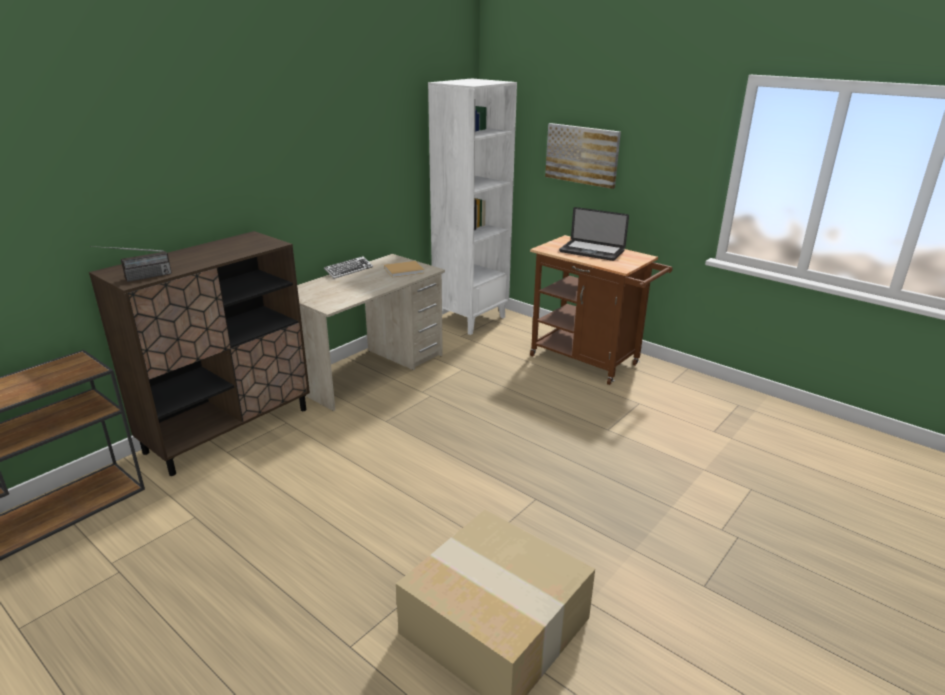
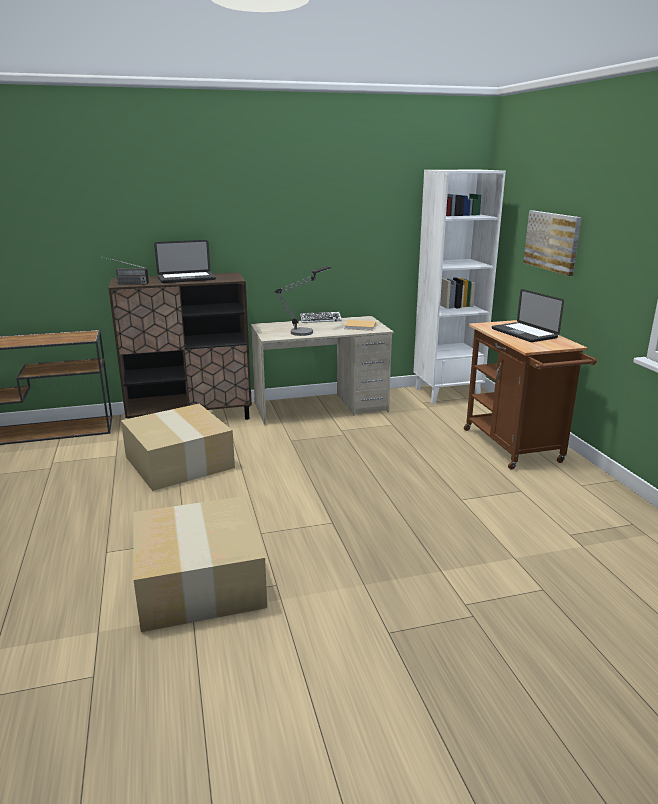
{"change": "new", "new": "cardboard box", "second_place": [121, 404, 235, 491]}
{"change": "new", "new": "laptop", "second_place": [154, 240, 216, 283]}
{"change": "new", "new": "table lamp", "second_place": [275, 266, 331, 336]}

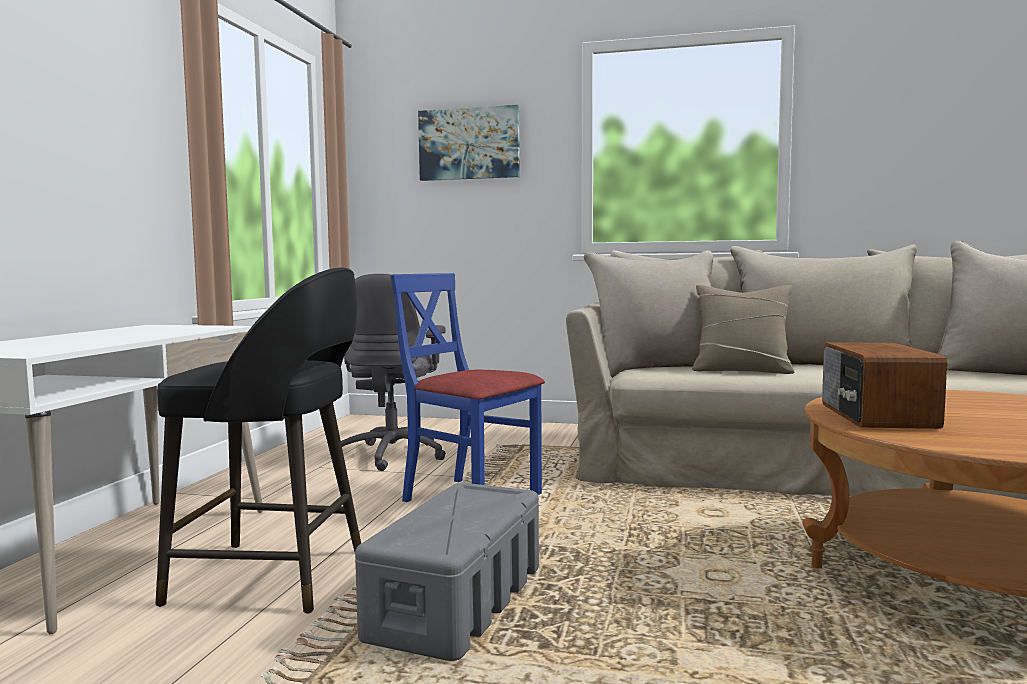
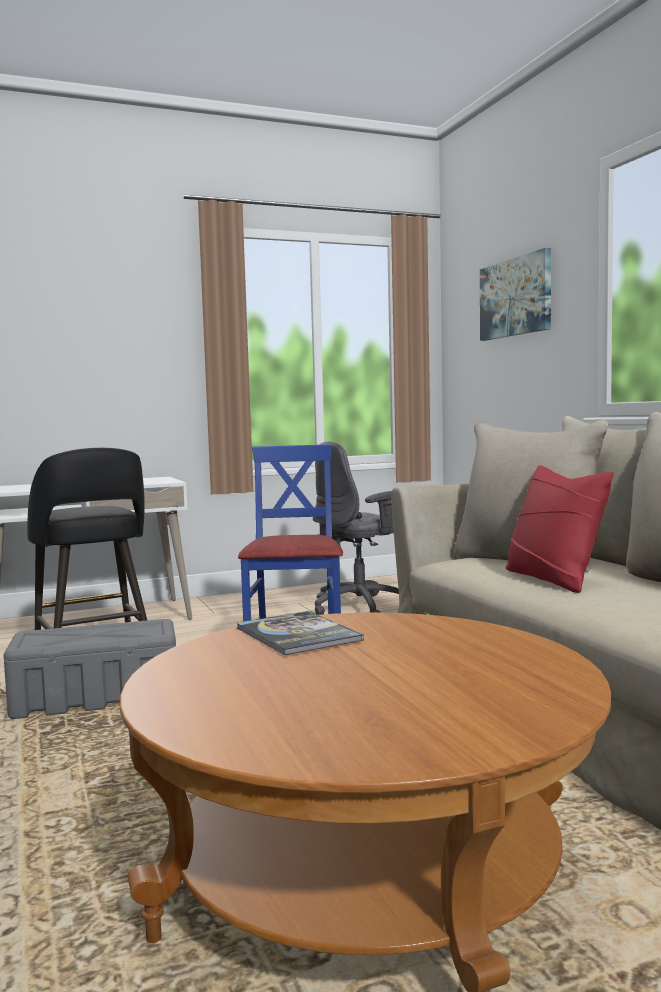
{"change": "repainted", "old": "sand-coloured throw pillow", "new": "reddish throw pillow", "first_place": [692, 285, 795, 374], "second_place": [506, 465, 614, 593]}
{"change": "swapped", "old": "radio", "new": "bound book", "first_place": [822, 343, 947, 429], "second_place": [237, 611, 364, 655]}

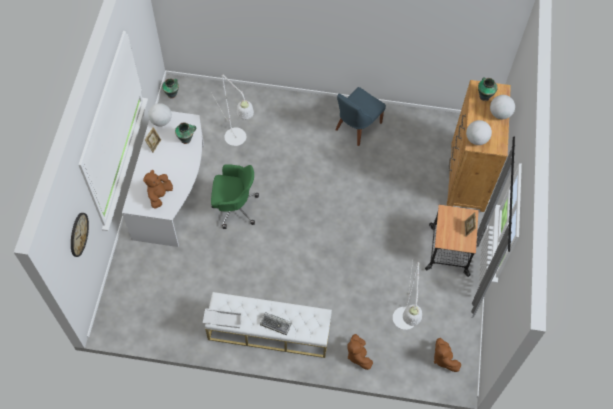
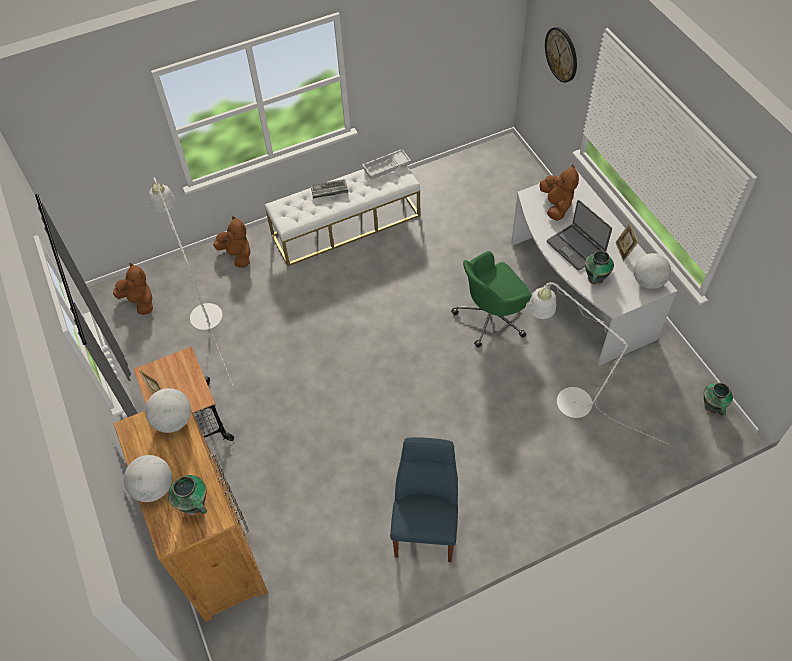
{"change": "new", "new": "laptop", "second_place": [547, 200, 612, 270]}

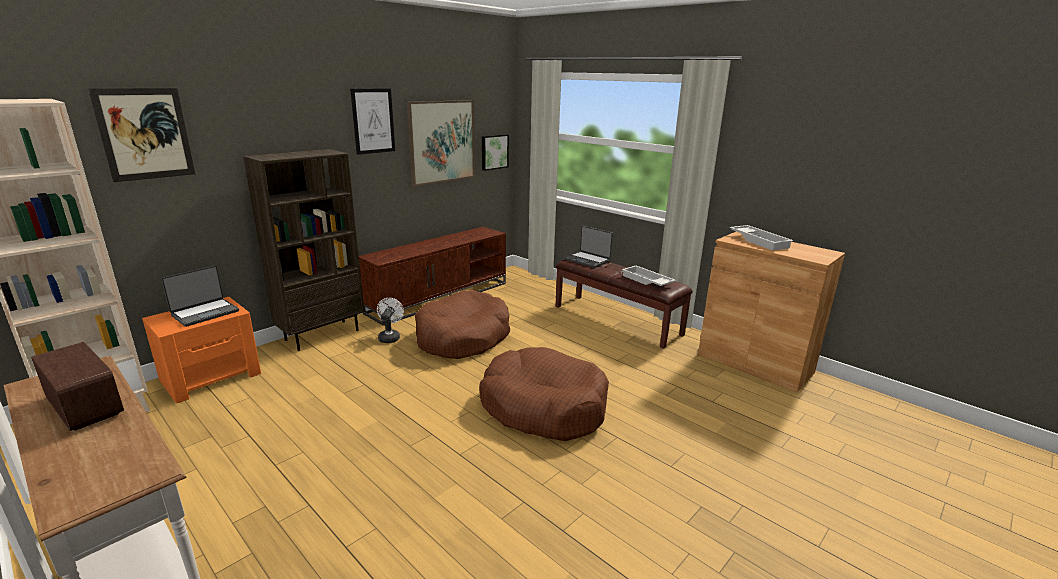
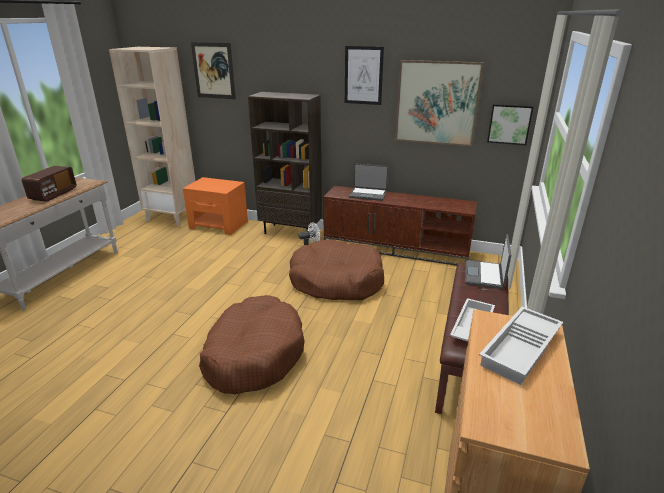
{"change": "shifted", "old": "laptop", "first_place": [161, 266, 239, 327], "second_place": [349, 164, 388, 201]}

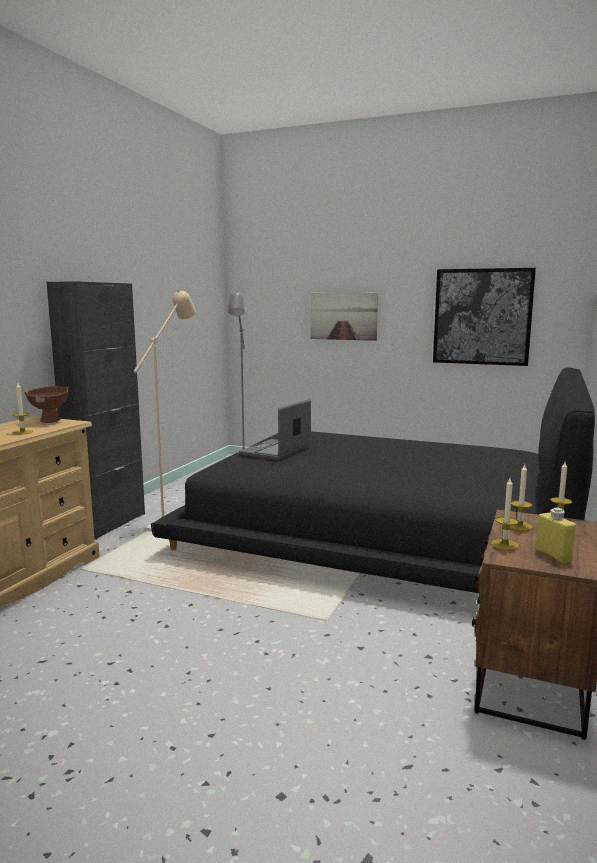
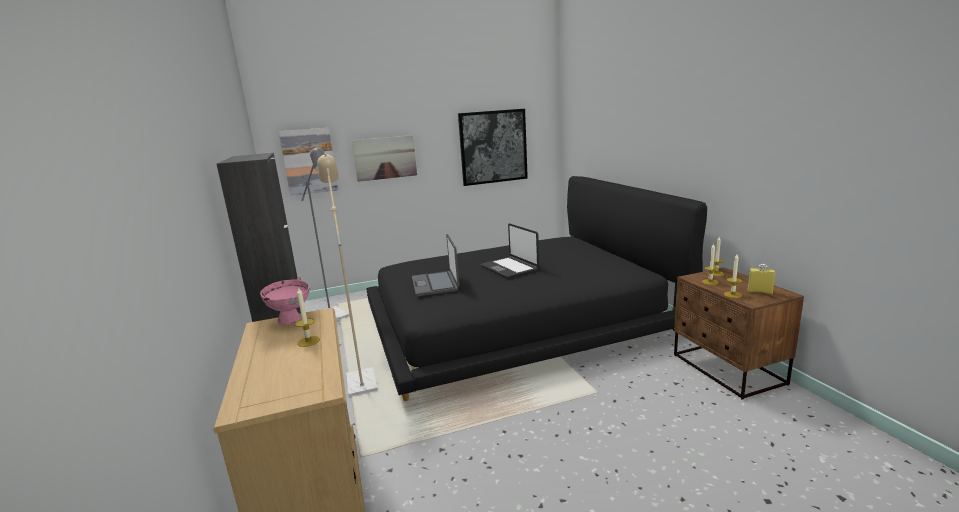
{"change": "repainted", "old": "brown bowl", "new": "pinkish bowl", "first_place": [24, 386, 69, 423], "second_place": [260, 277, 310, 325]}
{"change": "new", "new": "picture", "second_place": [279, 128, 338, 196]}
{"change": "new", "new": "laptop", "second_place": [481, 223, 539, 278]}

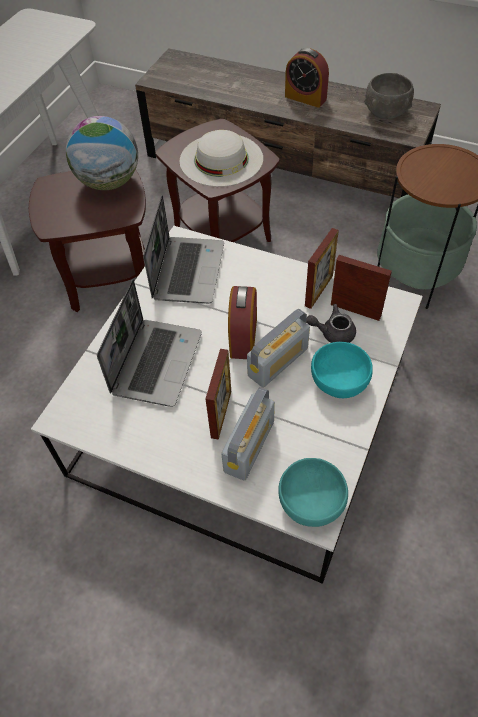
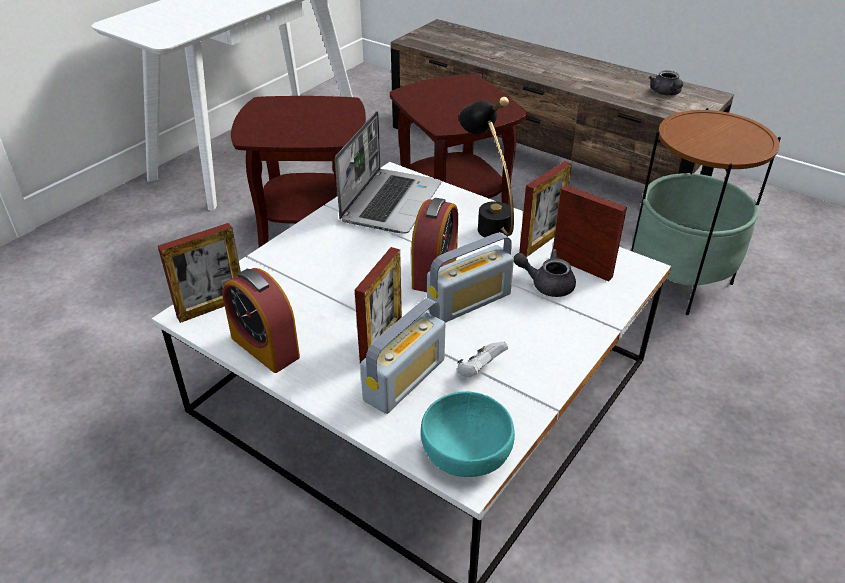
{"change": "gone", "old": "desk globe", "first_place": [66, 116, 138, 190]}
{"change": "gone", "old": "laptop", "first_place": [97, 280, 202, 407]}
{"change": "gone", "old": "white-coloured clothing hat", "first_place": [179, 130, 263, 187]}
{"change": "shifted", "old": "bedside clock", "first_place": [285, 48, 329, 108], "second_place": [222, 268, 300, 373]}
{"change": "gone", "old": "blue-green bowl", "first_place": [311, 342, 373, 398]}
{"change": "swapped", "old": "gray bowl", "new": "gray tea pot", "first_place": [364, 73, 414, 119], "second_place": [649, 70, 683, 96]}
{"change": "new", "new": "standing frame", "second_place": [158, 223, 241, 323]}
{"change": "new", "new": "white-coloured gamepad", "second_place": [457, 342, 508, 377]}
{"change": "new", "new": "blackish table lamp", "second_place": [459, 97, 514, 238]}

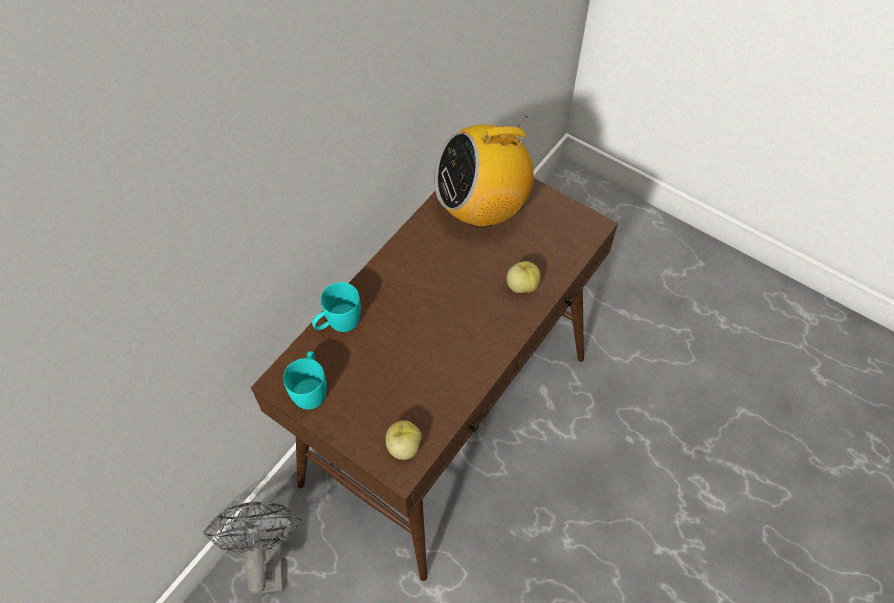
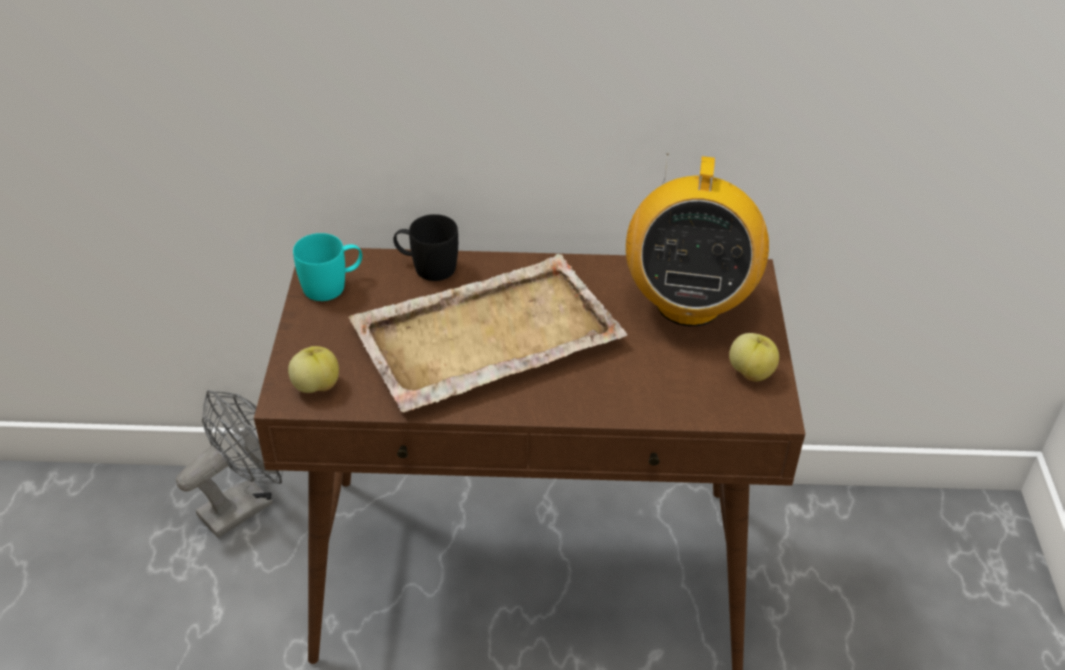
{"change": "repainted", "old": "blue-green coffee mug", "new": "blackish coffee mug", "first_place": [312, 282, 361, 332], "second_place": [393, 214, 458, 281]}
{"change": "rotated", "old": "radio", "first_place": [434, 115, 534, 227], "second_place": [626, 154, 769, 327], "degrees": -120}
{"change": "shifted", "old": "apple fruit", "first_place": [507, 261, 541, 293], "second_place": [729, 333, 779, 382]}
{"change": "new", "new": "sand-coloured carrying tray", "second_place": [348, 254, 628, 412]}

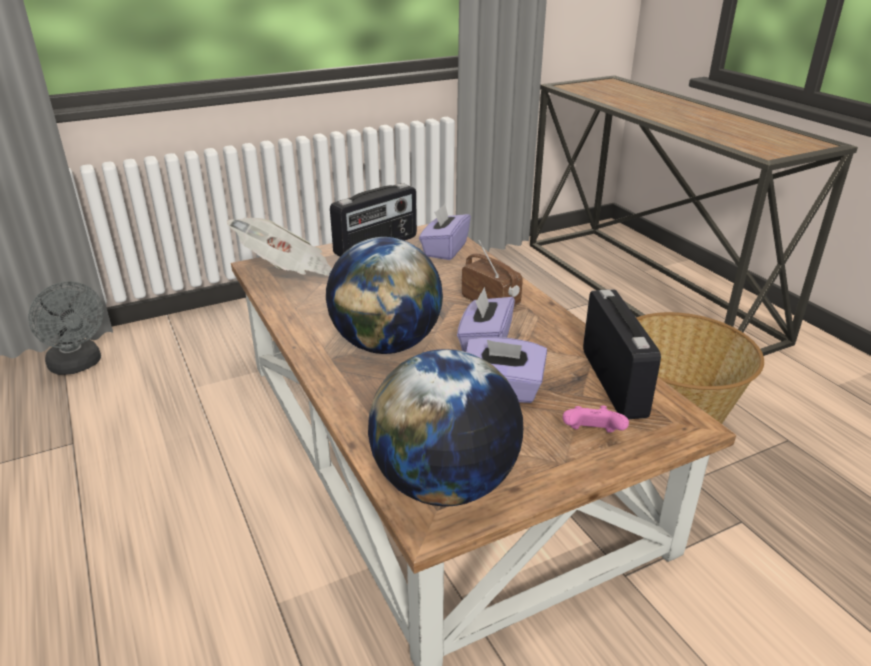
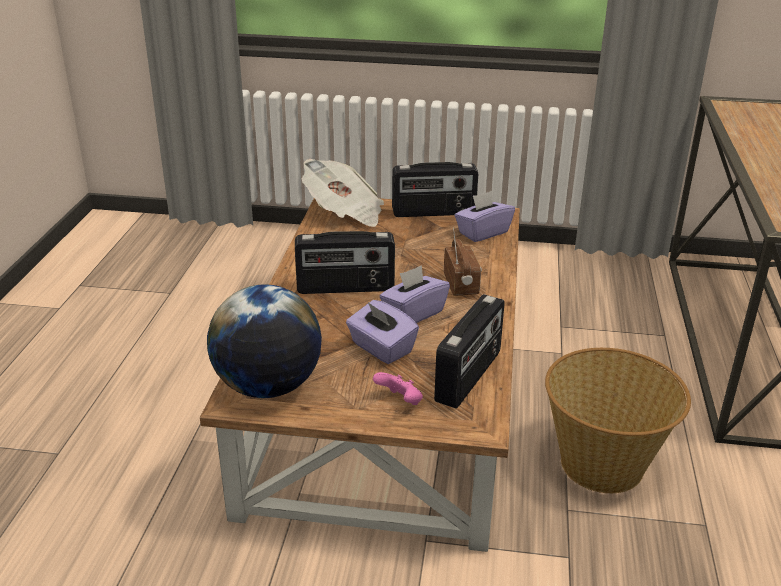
{"change": "gone", "old": "gray cooling fan", "first_place": [28, 281, 104, 375]}
{"change": "swapped", "old": "desk globe", "new": "radio", "first_place": [326, 237, 443, 354], "second_place": [295, 231, 395, 294]}

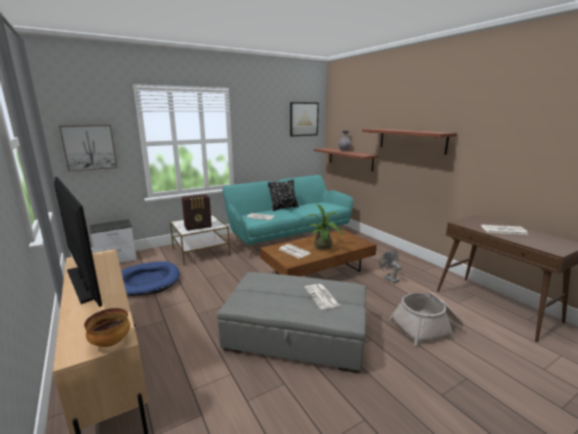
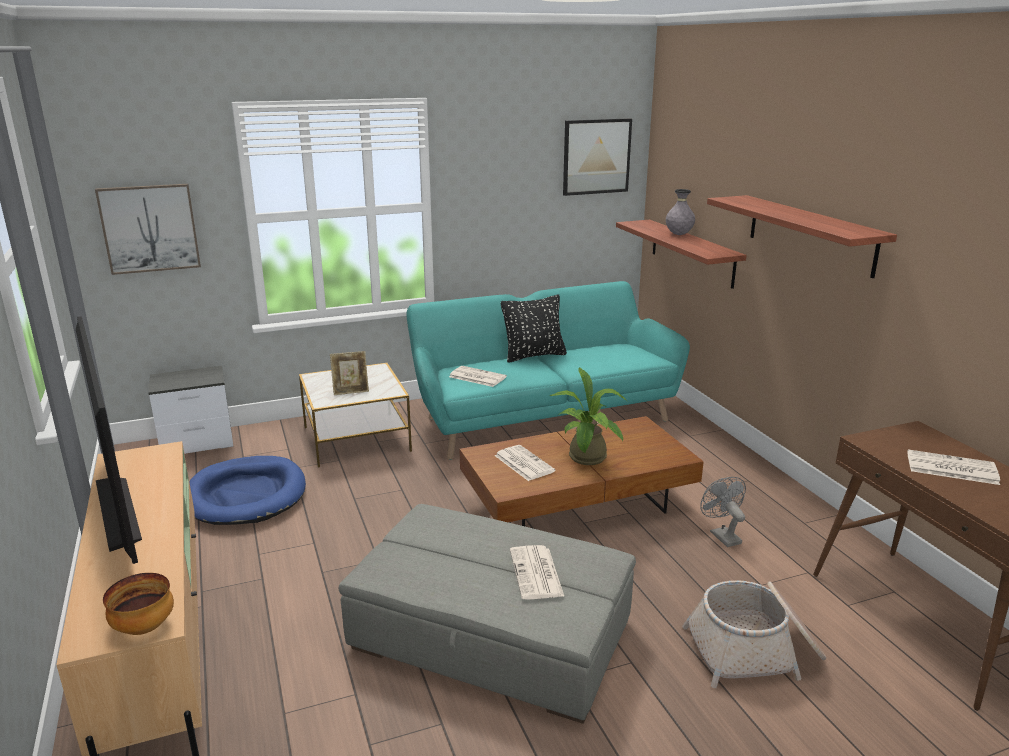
{"change": "swapped", "old": "radio", "new": "standing frame", "first_place": [182, 194, 212, 231], "second_place": [330, 351, 369, 395]}

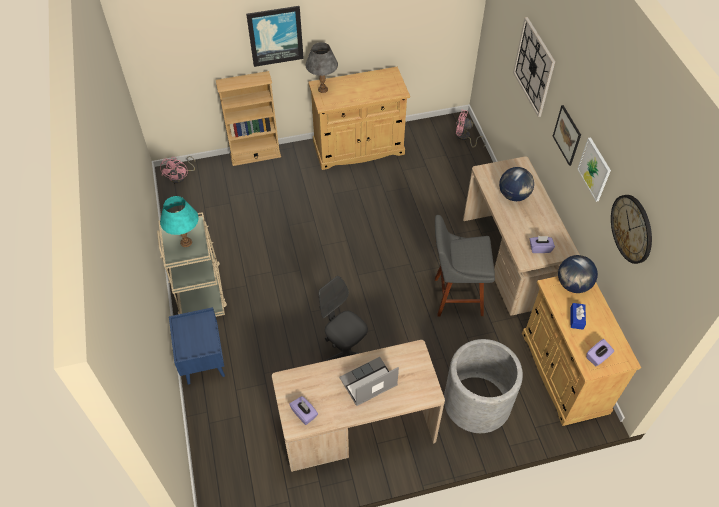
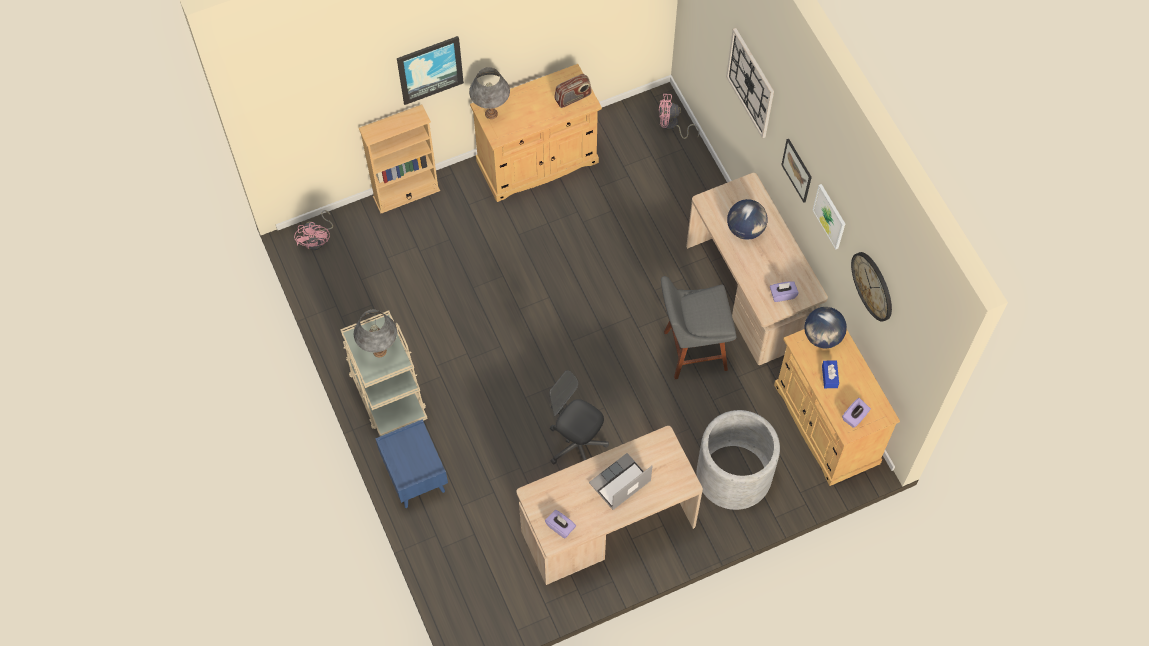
{"change": "repainted", "old": "blue-green table lamp", "new": "gray table lamp", "first_place": [160, 196, 199, 247], "second_place": [354, 310, 397, 357]}
{"change": "new", "new": "radio", "second_place": [554, 74, 592, 108]}

